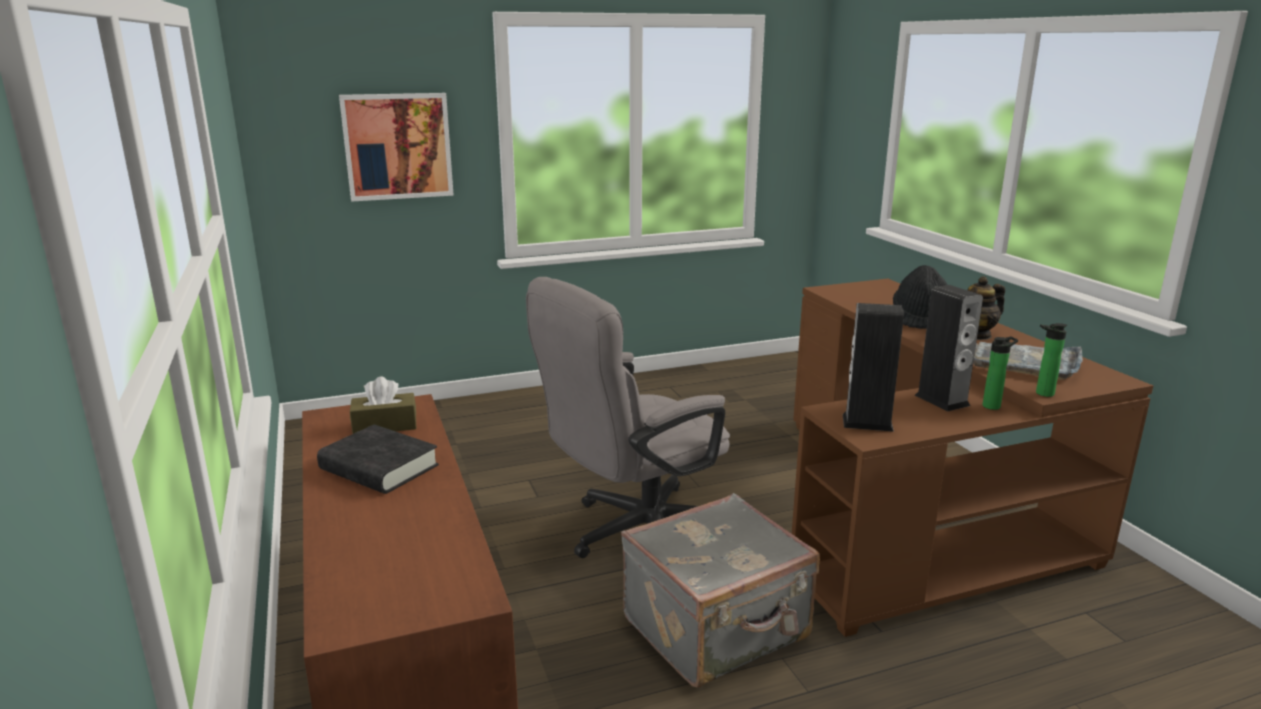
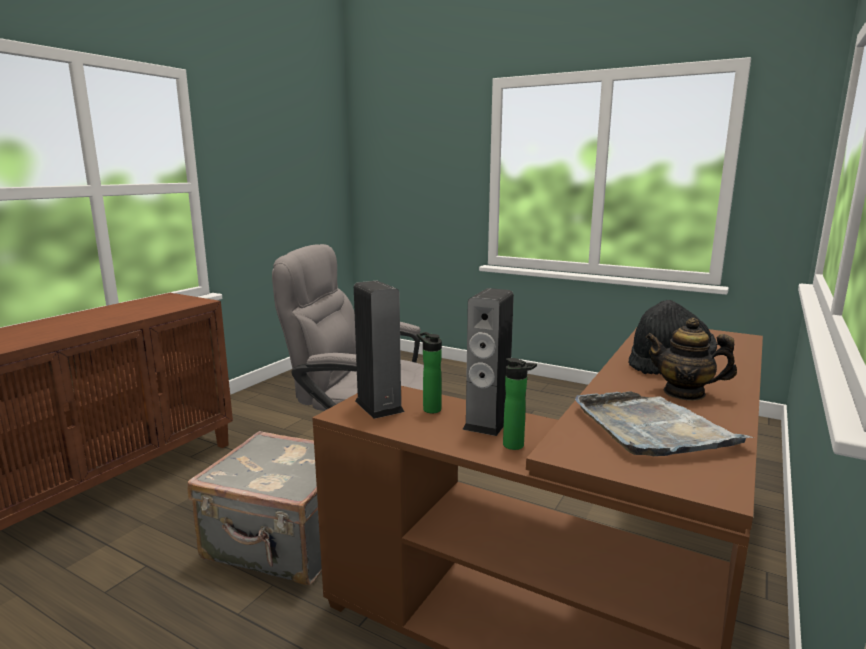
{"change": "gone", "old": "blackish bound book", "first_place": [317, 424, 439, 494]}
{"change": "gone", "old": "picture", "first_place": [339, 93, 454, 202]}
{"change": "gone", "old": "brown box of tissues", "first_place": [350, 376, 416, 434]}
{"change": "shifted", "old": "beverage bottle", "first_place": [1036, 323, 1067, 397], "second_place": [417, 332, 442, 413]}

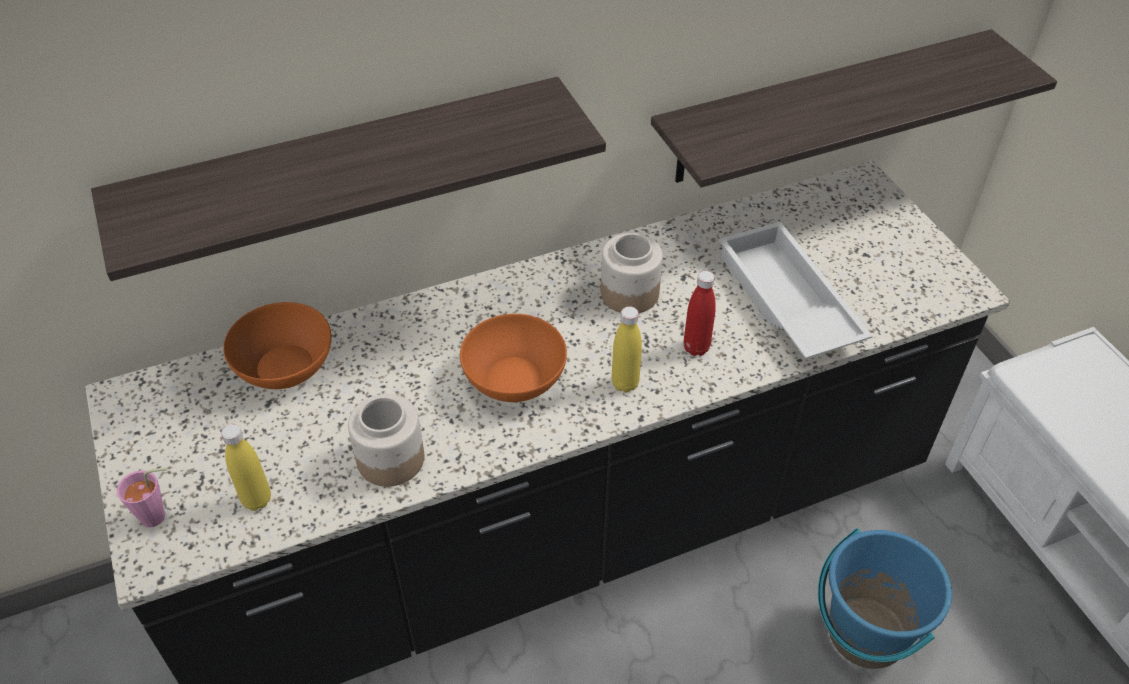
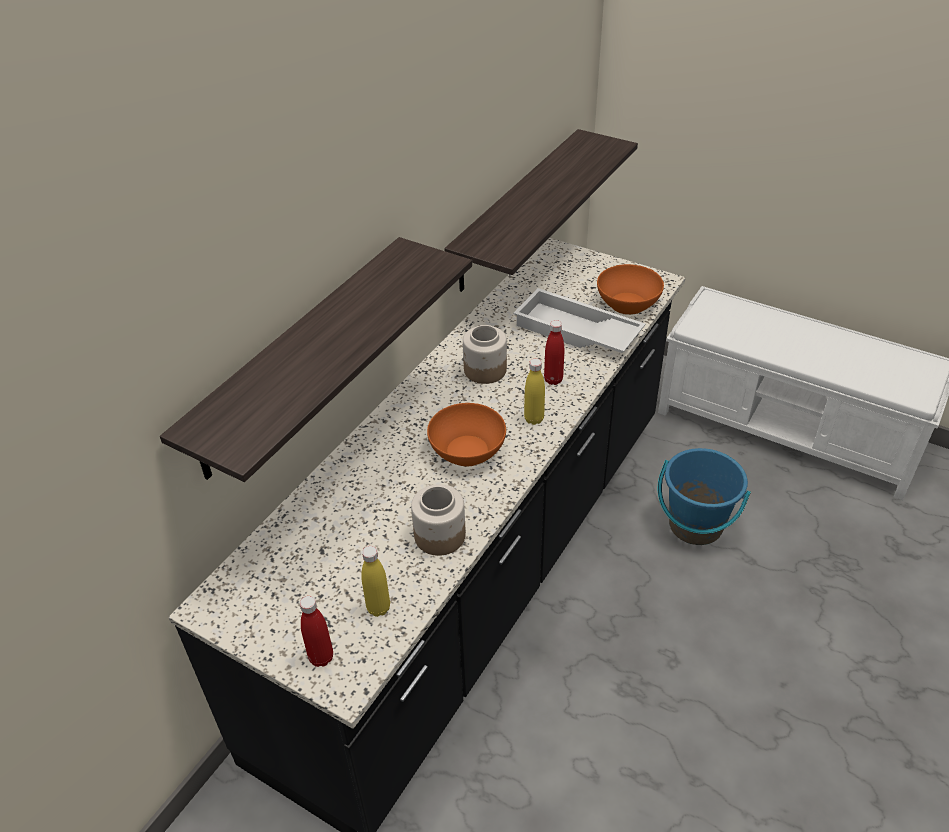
{"change": "swapped", "old": "pinkish small cup", "new": "reddish beverage bottle", "first_place": [117, 468, 167, 527], "second_place": [300, 596, 333, 667]}
{"change": "shifted", "old": "orangey bowl", "first_place": [223, 302, 331, 389], "second_place": [597, 264, 664, 315]}

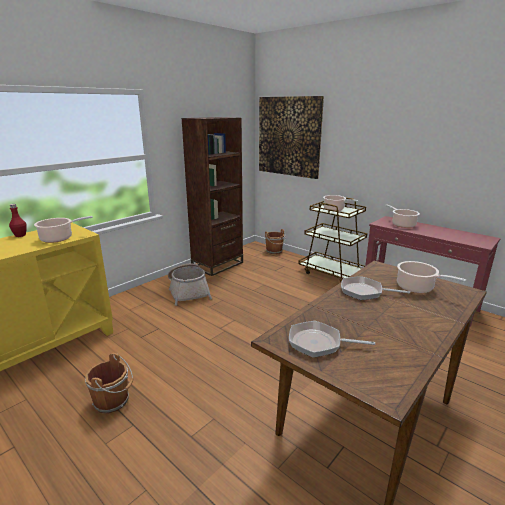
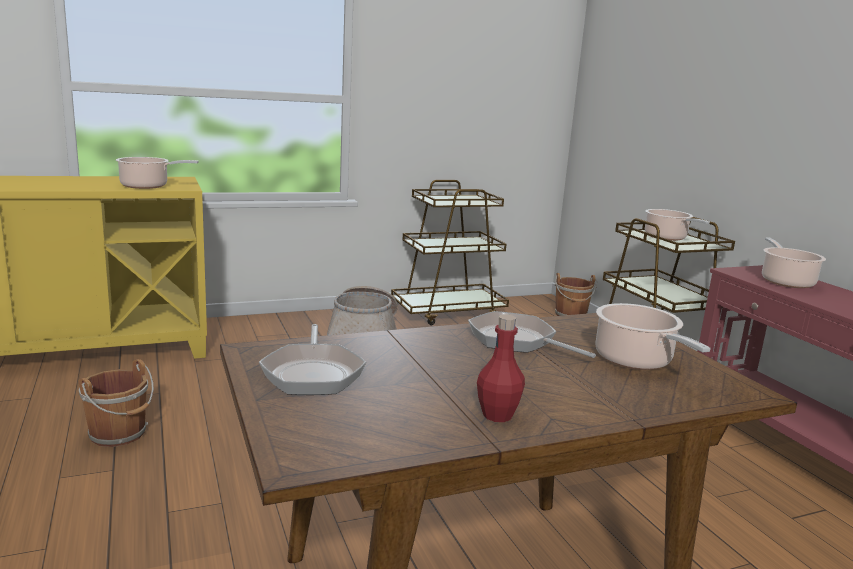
{"change": "shifted", "old": "reddish beverage bottle", "first_place": [9, 204, 27, 237], "second_place": [477, 314, 525, 422]}
{"change": "swapped", "old": "brown bookshelf", "new": "brown trolley", "first_place": [181, 117, 243, 276], "second_place": [391, 180, 509, 325]}
{"change": "gone", "old": "picture", "first_place": [259, 96, 324, 179]}
{"change": "rotated", "old": "skillet", "first_place": [289, 321, 375, 357], "second_place": [259, 324, 366, 395], "degrees": -135}

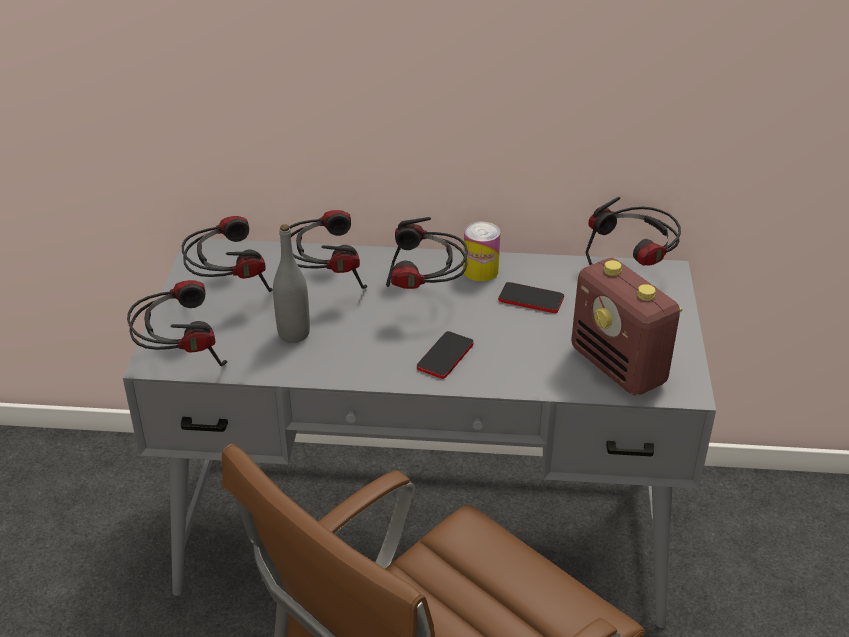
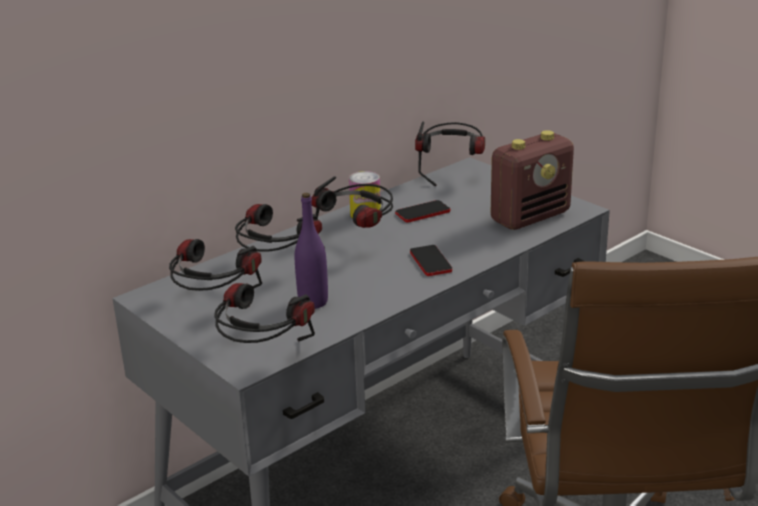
{"change": "repainted", "old": "gray beverage bottle", "new": "purple beverage bottle", "first_place": [273, 224, 310, 343], "second_place": [295, 193, 328, 309]}
{"change": "rotated", "old": "radio", "first_place": [571, 258, 683, 395], "second_place": [491, 130, 574, 230], "degrees": -45}

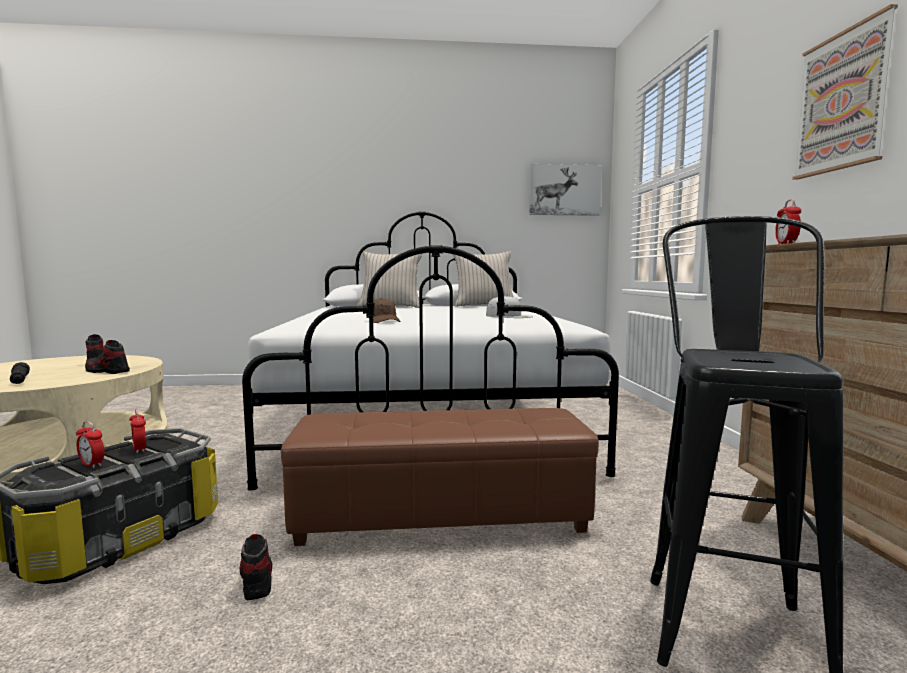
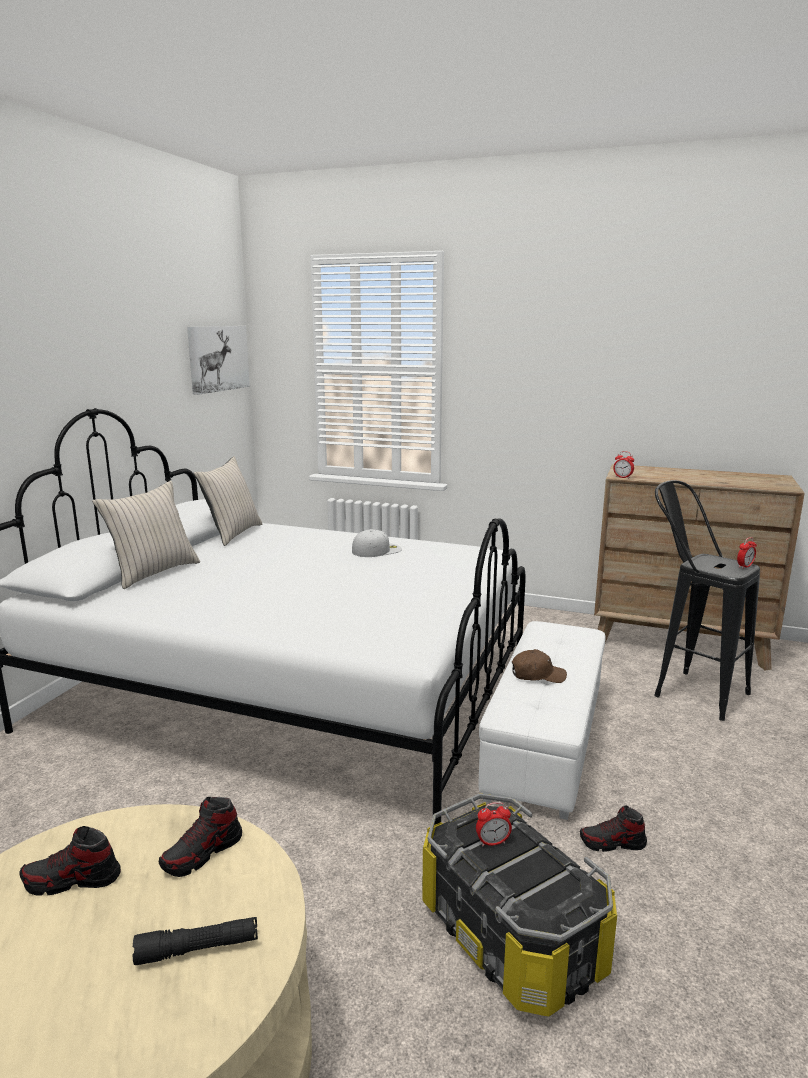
{"change": "shifted", "old": "bedside clock", "first_place": [76, 421, 104, 468], "second_place": [737, 537, 757, 568]}
{"change": "repainted", "old": "brown ottoman", "new": "white-coloured ottoman", "first_place": [281, 408, 599, 546], "second_place": [479, 621, 606, 820]}
{"change": "shifted", "old": "brown baseball cap", "first_place": [366, 298, 400, 323], "second_place": [512, 649, 567, 683]}
{"change": "gone", "old": "picture", "first_place": [792, 4, 898, 180]}

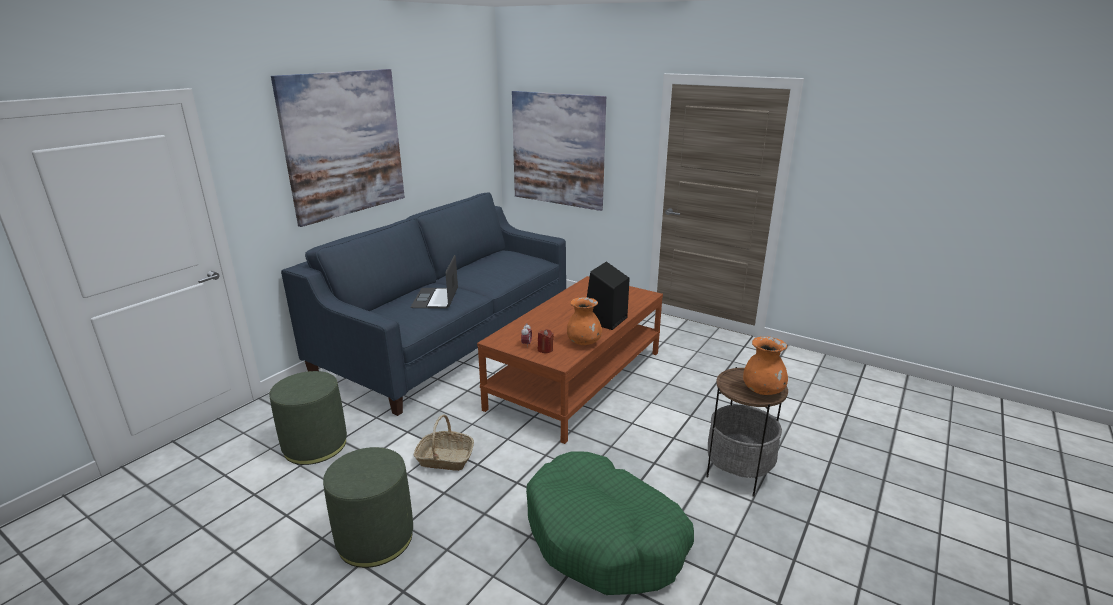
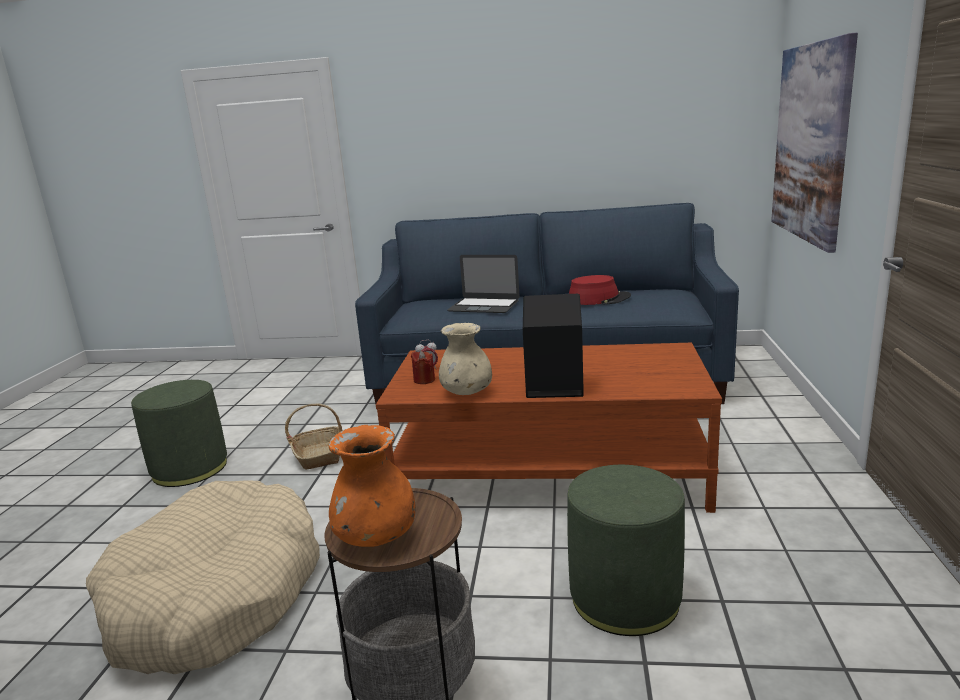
{"change": "shifted", "old": "green-coloured ottoman", "first_place": [269, 371, 347, 465], "second_place": [567, 465, 685, 636]}
{"change": "gone", "old": "picture", "first_place": [271, 69, 405, 227]}
{"change": "rotated", "old": "laptop", "first_place": [411, 255, 458, 309], "second_place": [447, 255, 520, 313], "degrees": -135}
{"change": "repainted", "old": "green-coloured dog bed", "new": "sand-coloured dog bed", "first_place": [526, 451, 694, 595], "second_place": [86, 480, 320, 674]}
{"change": "repainted", "old": "orangey vase", "new": "sand-coloured vase", "first_place": [567, 297, 602, 345], "second_place": [439, 323, 492, 395]}
{"change": "new", "new": "reddish clothing hat", "second_place": [569, 275, 631, 305]}

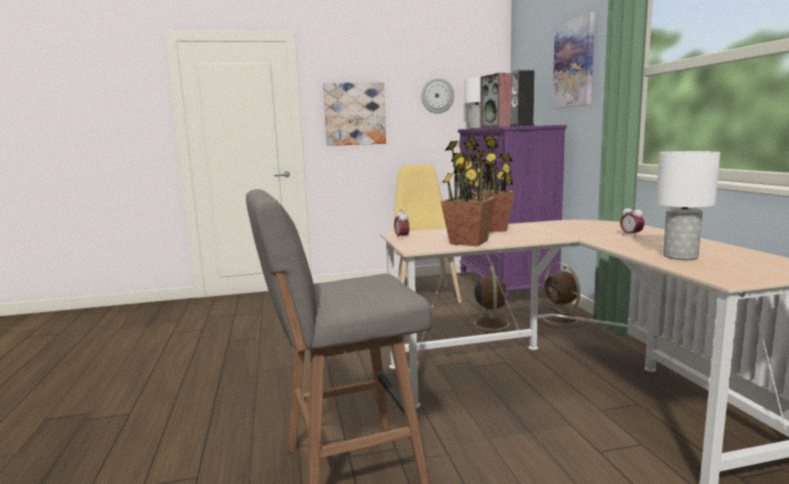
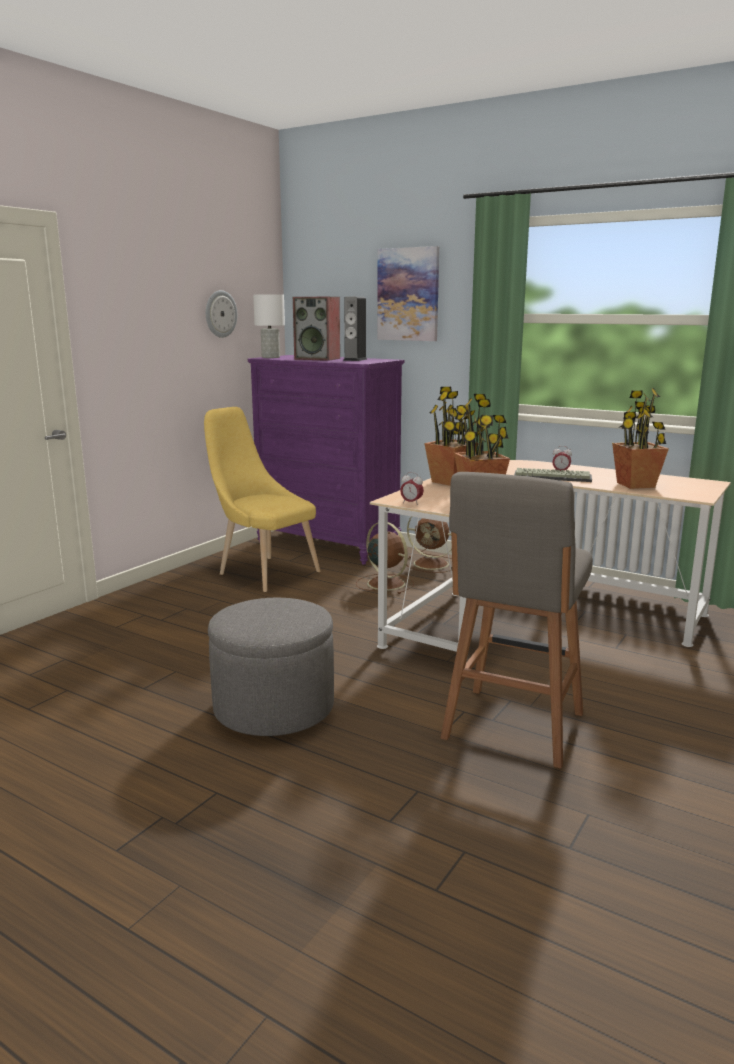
{"change": "gone", "old": "picture", "first_place": [323, 82, 386, 146]}
{"change": "swapped", "old": "white-coloured table lamp", "new": "plant in a pot", "first_place": [656, 151, 720, 260], "second_place": [612, 388, 669, 489]}
{"change": "new", "new": "gray ottoman", "second_place": [208, 598, 334, 736]}
{"change": "new", "new": "computer keyboard", "second_place": [514, 468, 592, 482]}

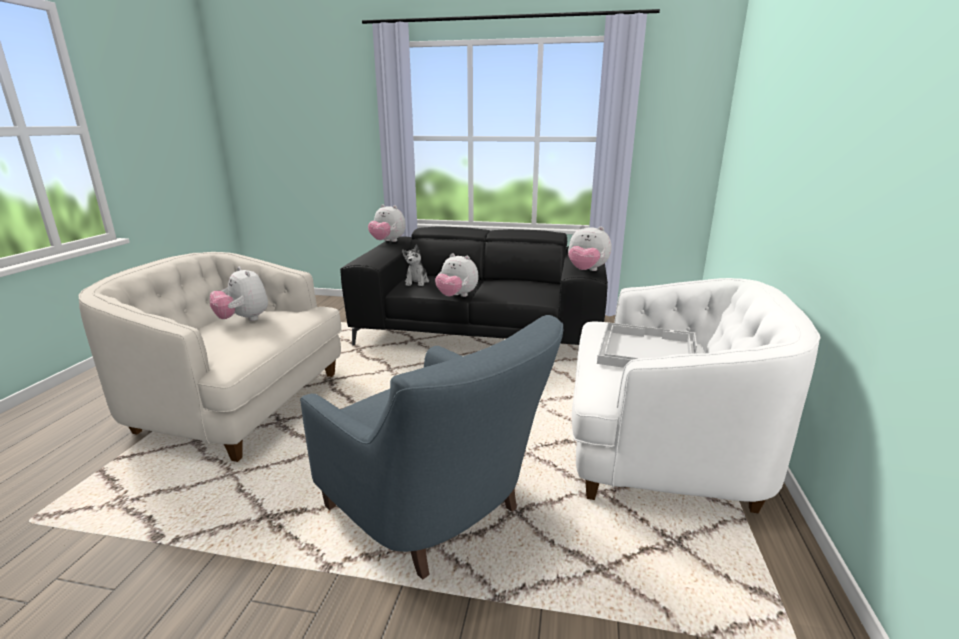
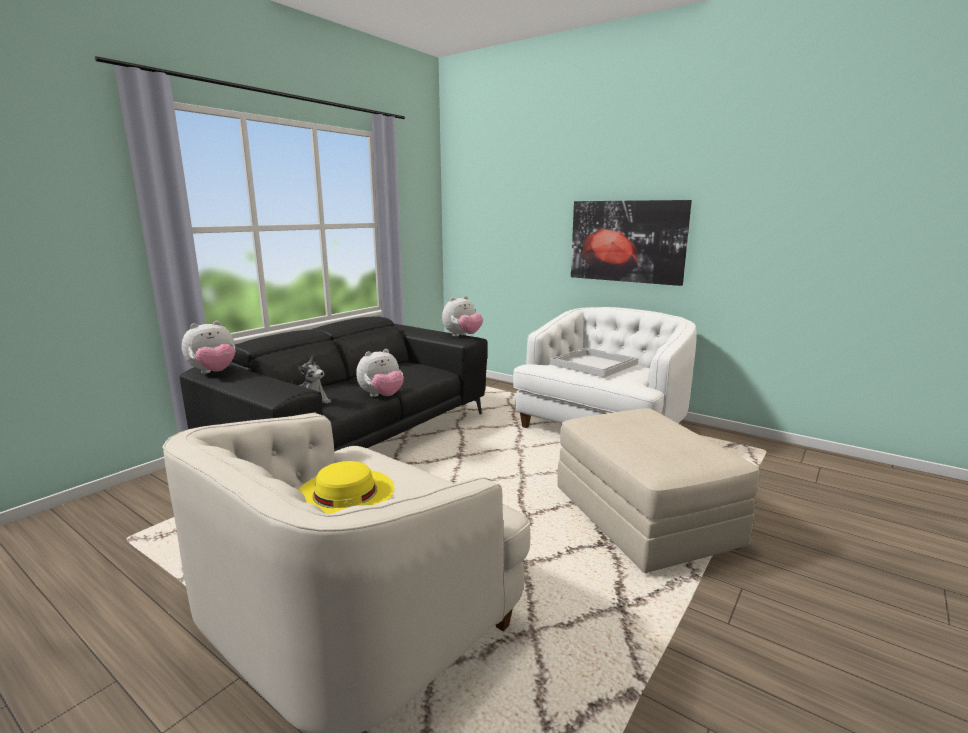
{"change": "swapped", "old": "soft toy", "new": "yellowish clothing hat", "first_place": [210, 267, 268, 321], "second_place": [298, 461, 394, 514]}
{"change": "swapped", "old": "blue-coloured lounge chair", "new": "sand-coloured ottoman", "first_place": [300, 315, 564, 580], "second_place": [557, 408, 760, 573]}
{"change": "new", "new": "picture", "second_place": [571, 200, 692, 286]}

